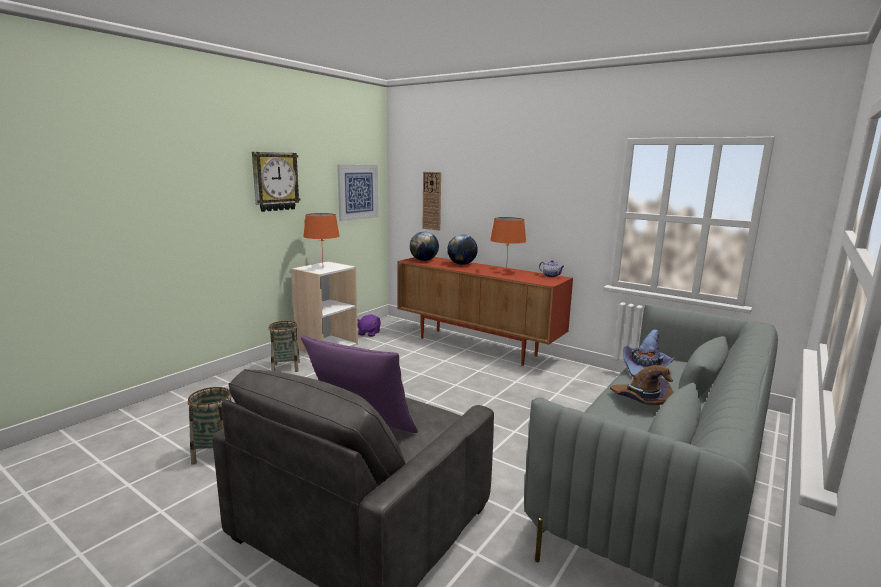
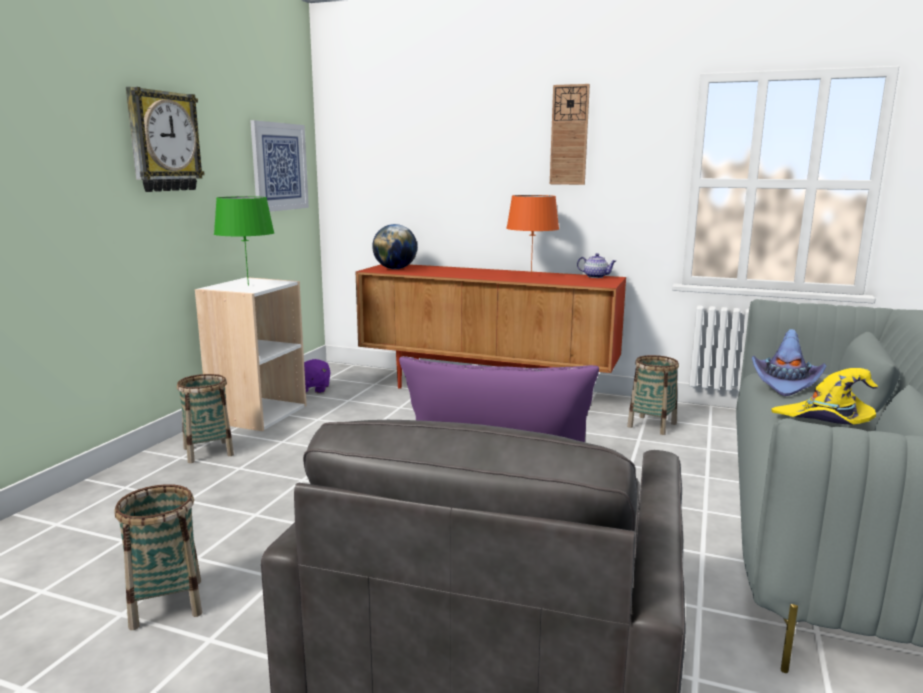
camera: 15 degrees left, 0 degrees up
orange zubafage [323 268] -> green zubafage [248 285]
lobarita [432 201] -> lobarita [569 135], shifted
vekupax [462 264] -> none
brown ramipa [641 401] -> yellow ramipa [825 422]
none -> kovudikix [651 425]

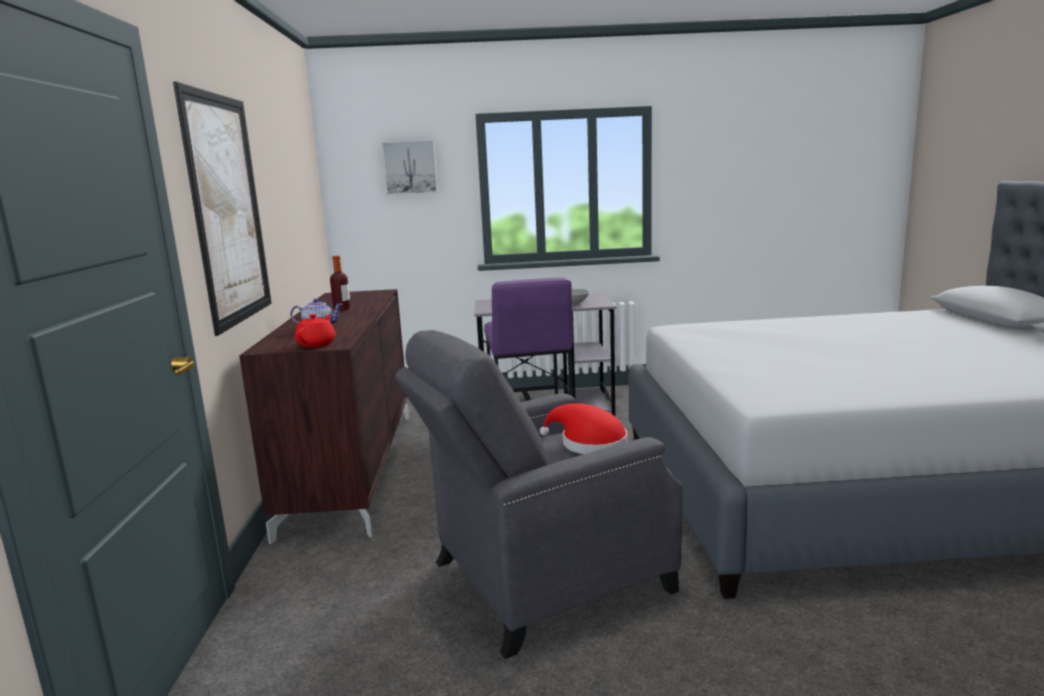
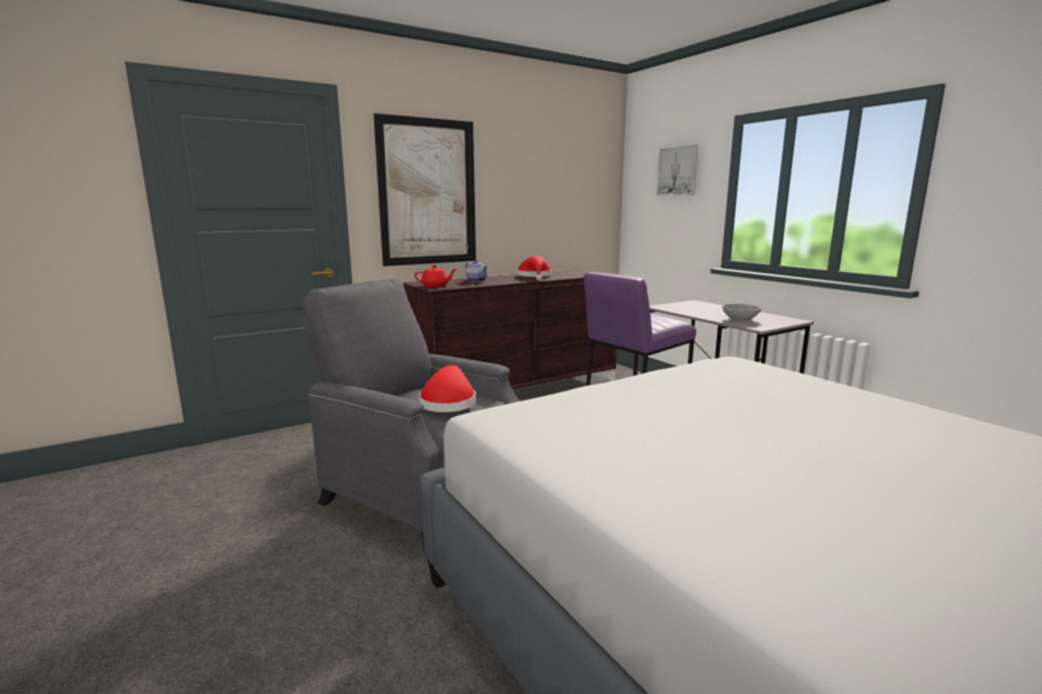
camera: 60 degrees right, 0 degrees up
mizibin [342 309] -> red ramipa [535 276]

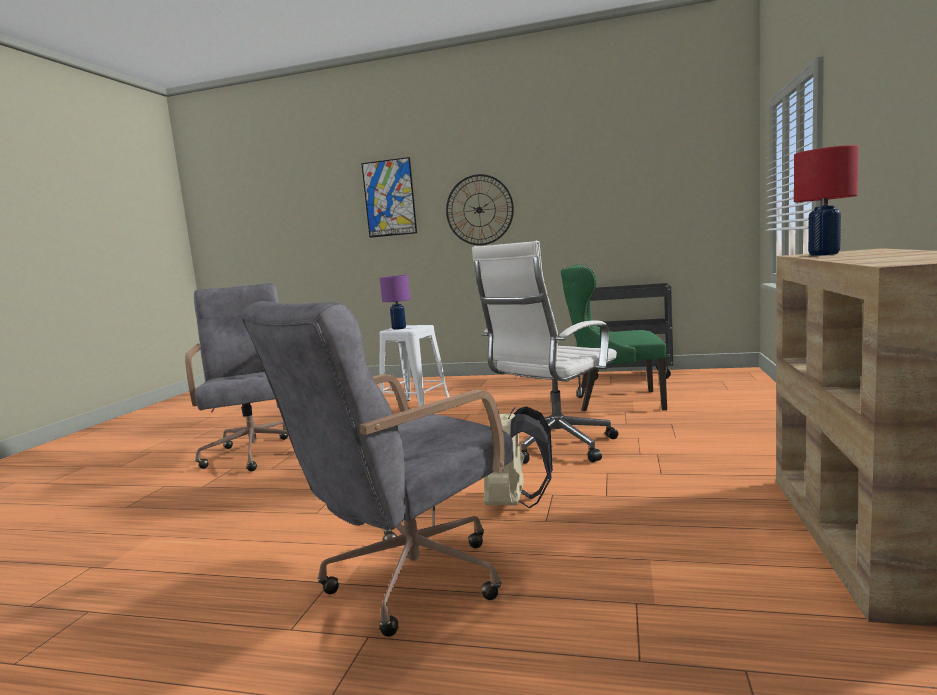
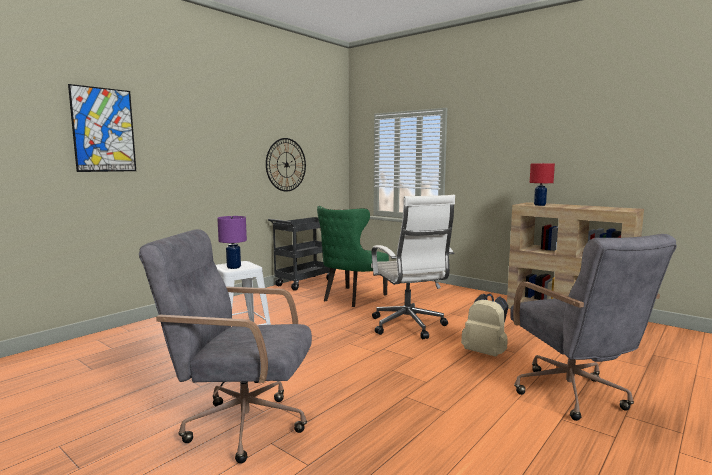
camera: 65 degrees left, 0 degrees up
lobarita [479 210] -> lobarita [286 164], shifted

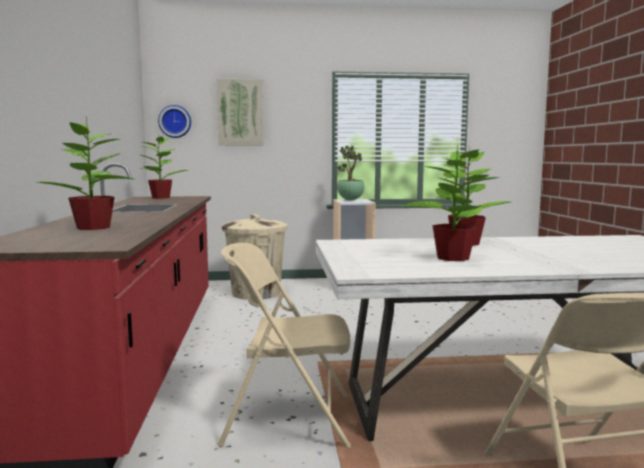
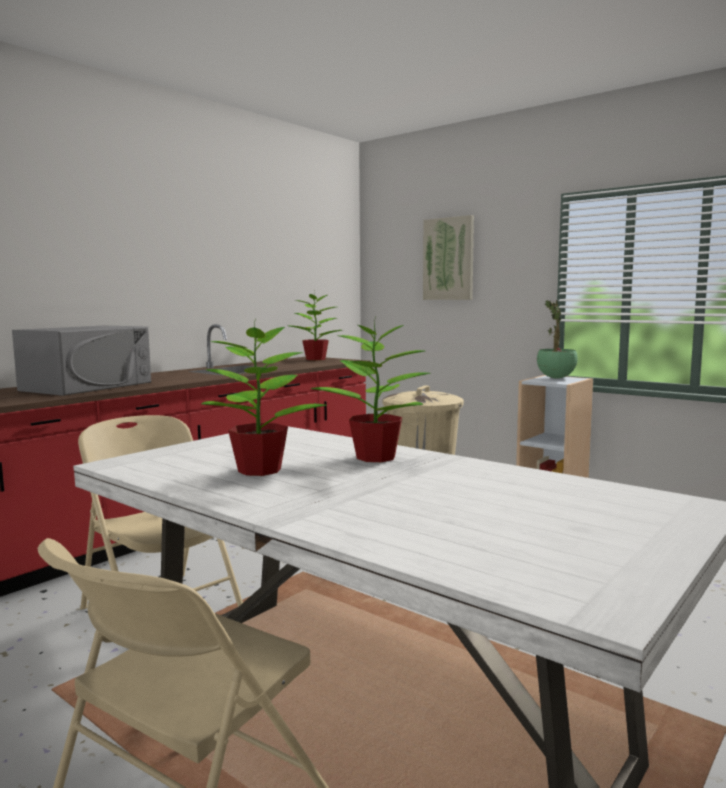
camera: 45 degrees right, 0 degrees up
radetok [93 228] -> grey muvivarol [87 386]
lobarita [175 121] -> none

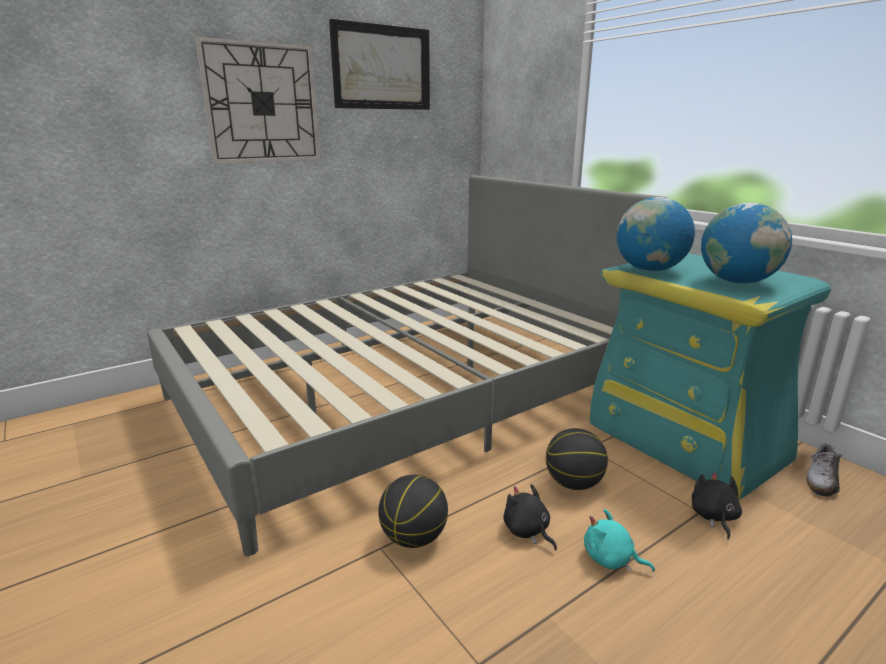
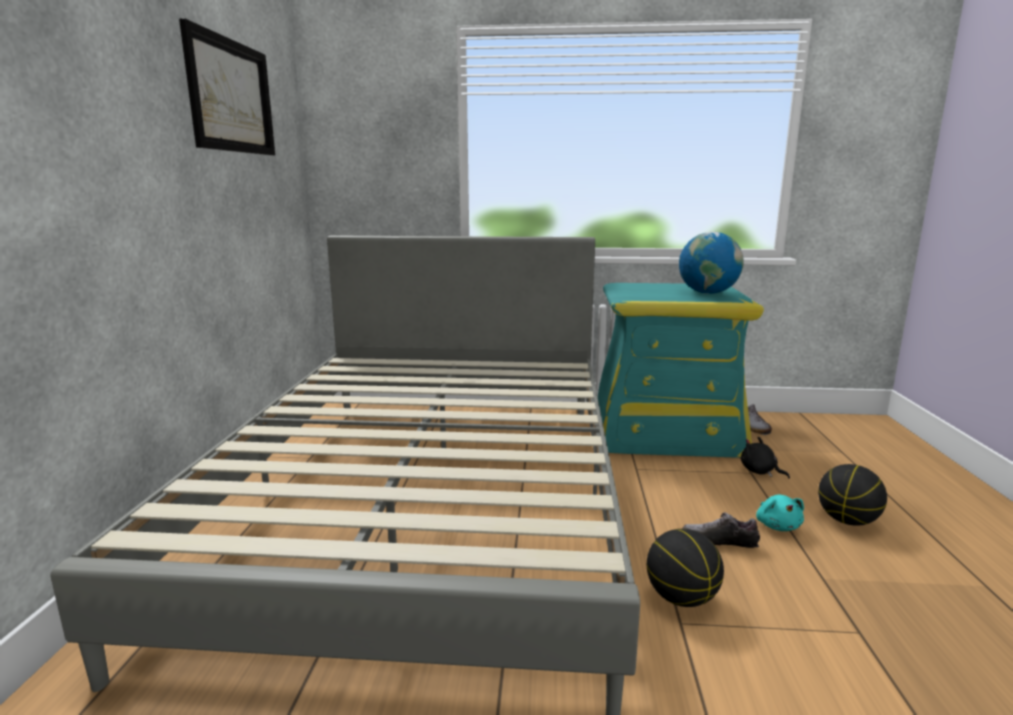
camera: 50 degrees left, 5 degrees down
lobarita [262 103] -> none
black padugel [527 531] -> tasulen [718 541]
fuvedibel [574 484] -> fuvedibel [847 521], shifted
turquoise padugel [611 559] -> turquoise padugel [777 525], 75 degrees counterclockwise
vekupax [649 270] -> none

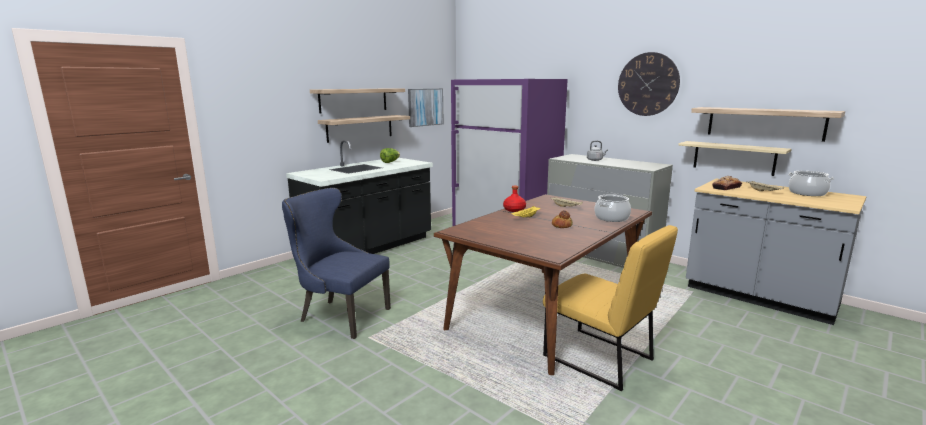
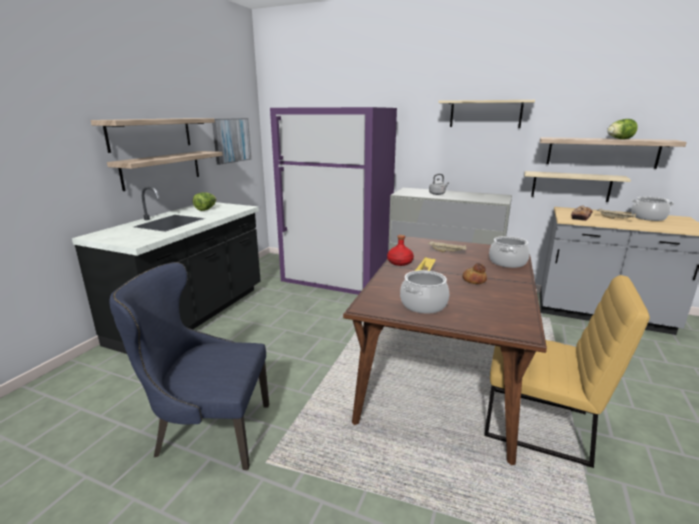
camera: 20 degrees left, 5 degrees up
lobarita [648 84] -> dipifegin [485 114]
none -> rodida [423 305]
none -> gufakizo [619 139]

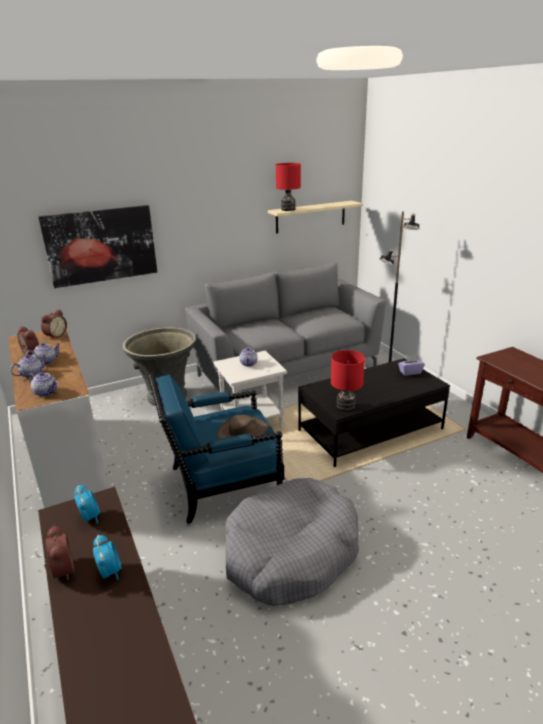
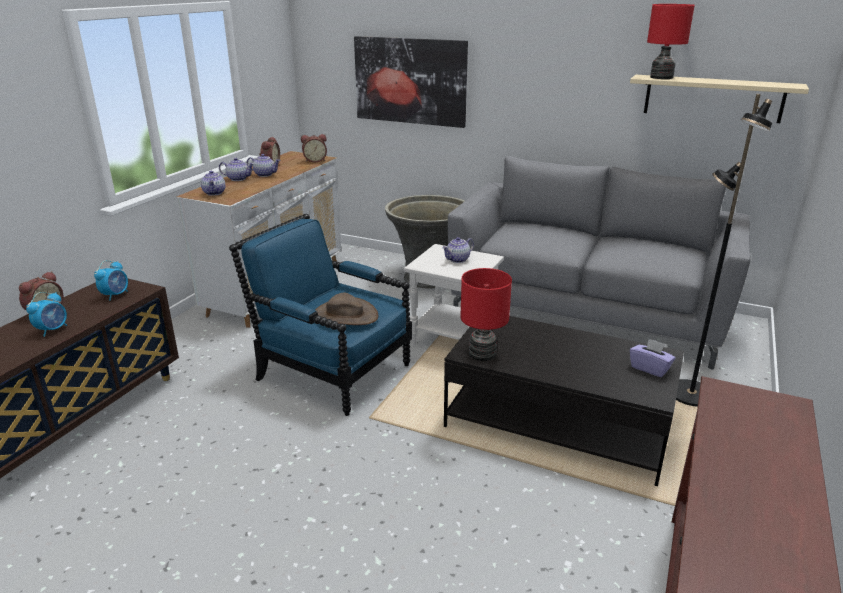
camera: 50 degrees right, 0 degrees up
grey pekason [291 552] -> none

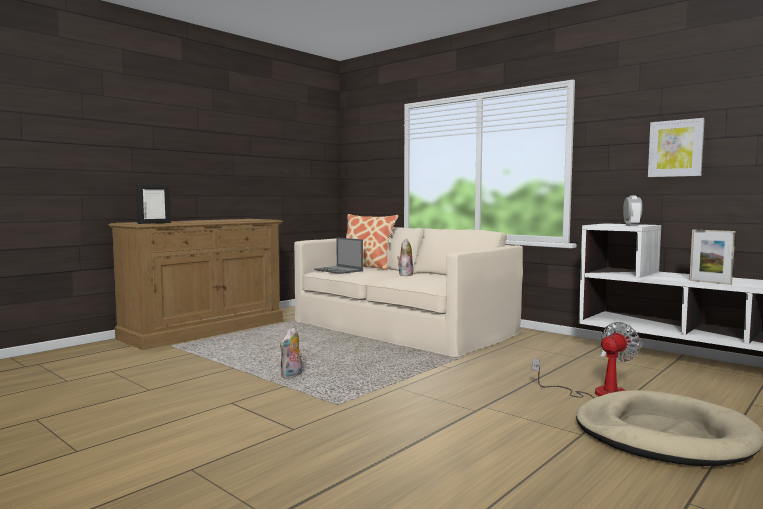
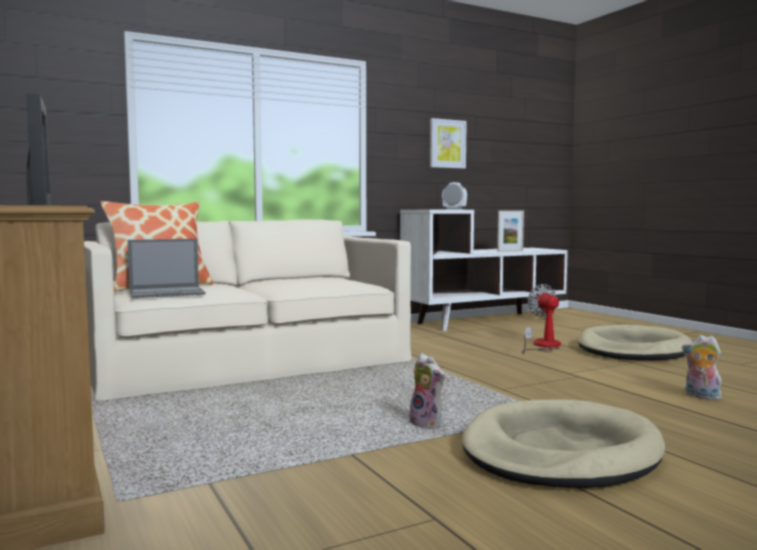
camera: 70 degrees left, 0 degrees up
padugel [405 275] -> padugel [701 397], shifted
none -> beige pekason [559 452]

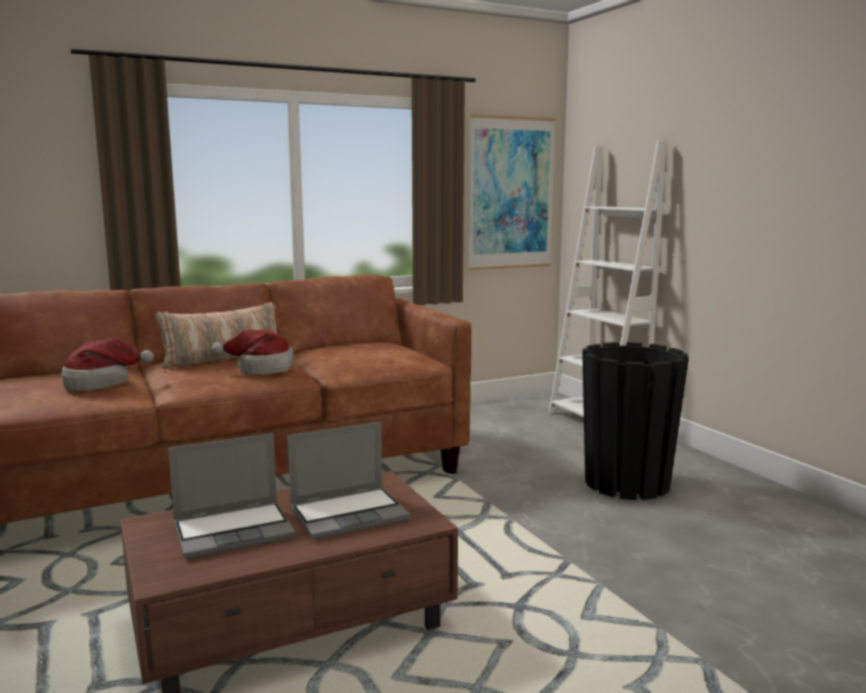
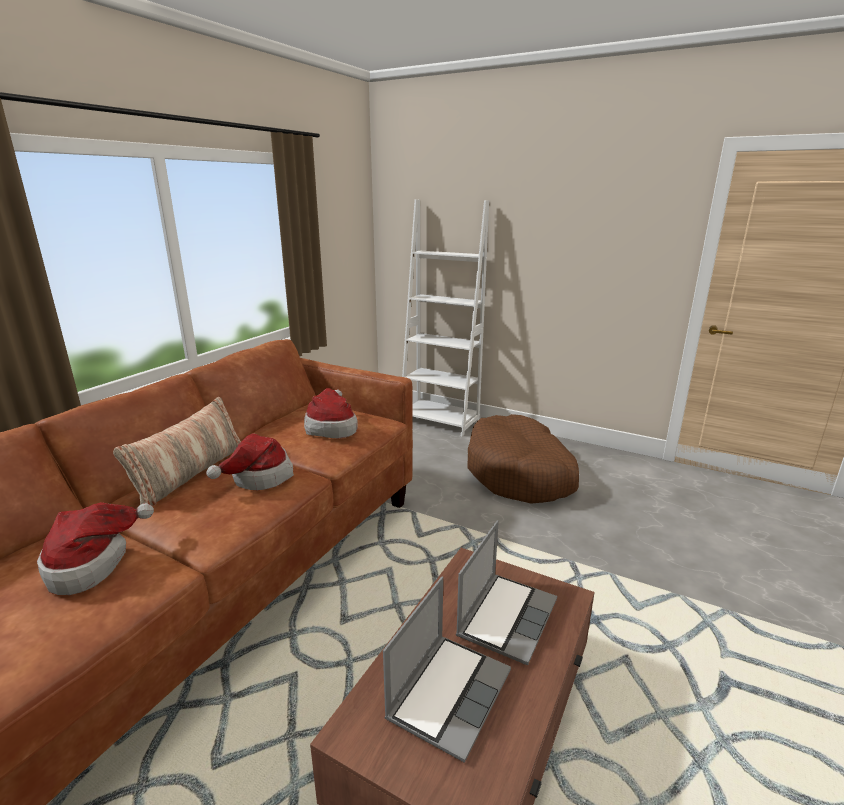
camera: 35 degrees left, 10 degrees up
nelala [510 193] -> none
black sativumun [626 483] -> brown pekason [520 473]
none -> ramipa [332 427]

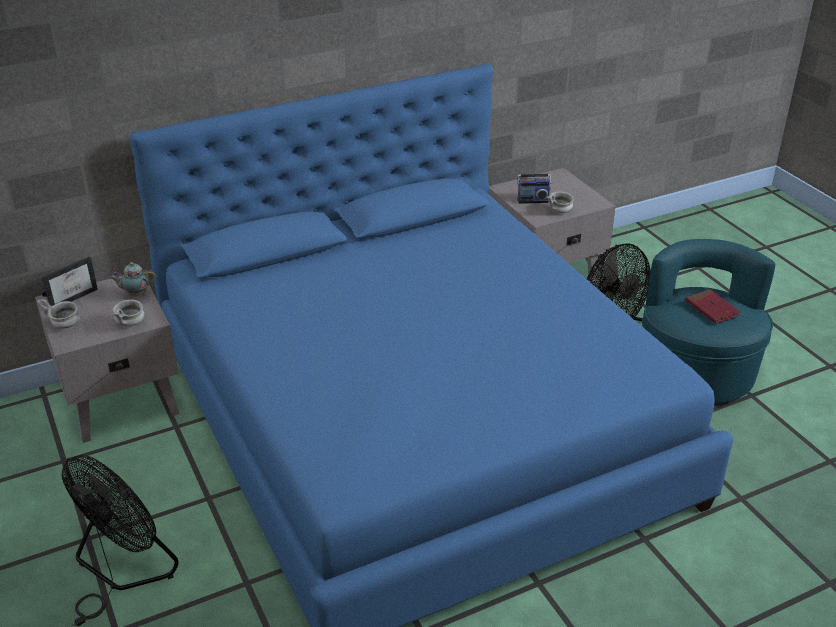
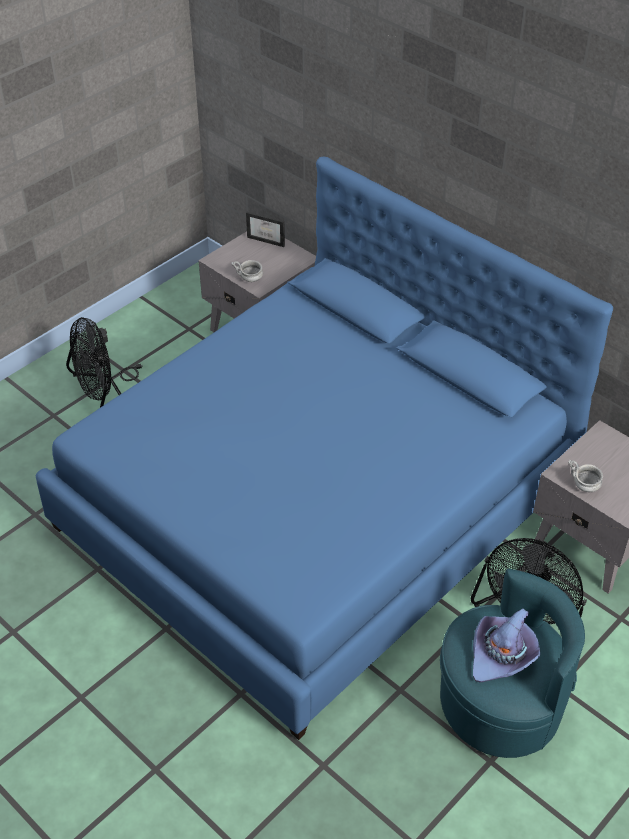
camera: 70 degrees right, 10 degrees up
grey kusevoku [65 325] -> none
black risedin [114 566] -> black risedin [104 393], 135 degrees clockwise
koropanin [136 294] -> none
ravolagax [532 199] -> none
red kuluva [712 309] -> purple ramipa [502 654]

